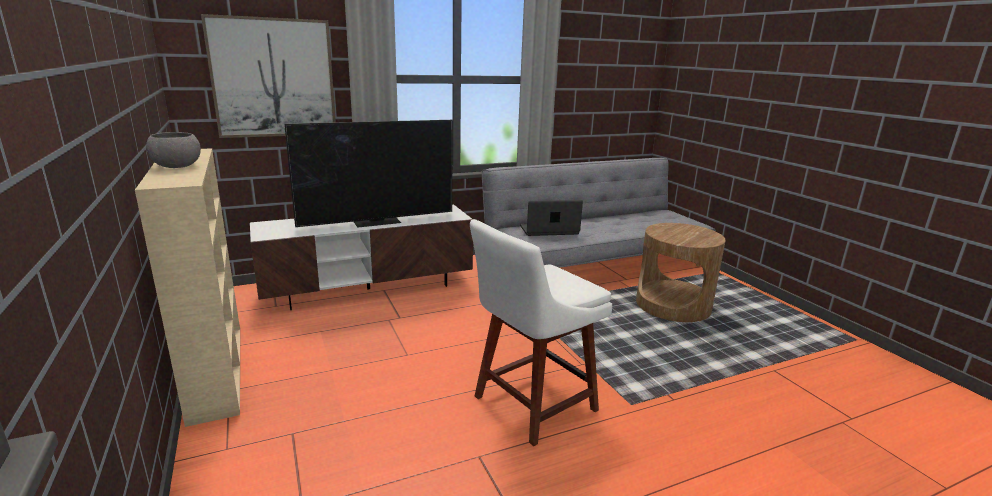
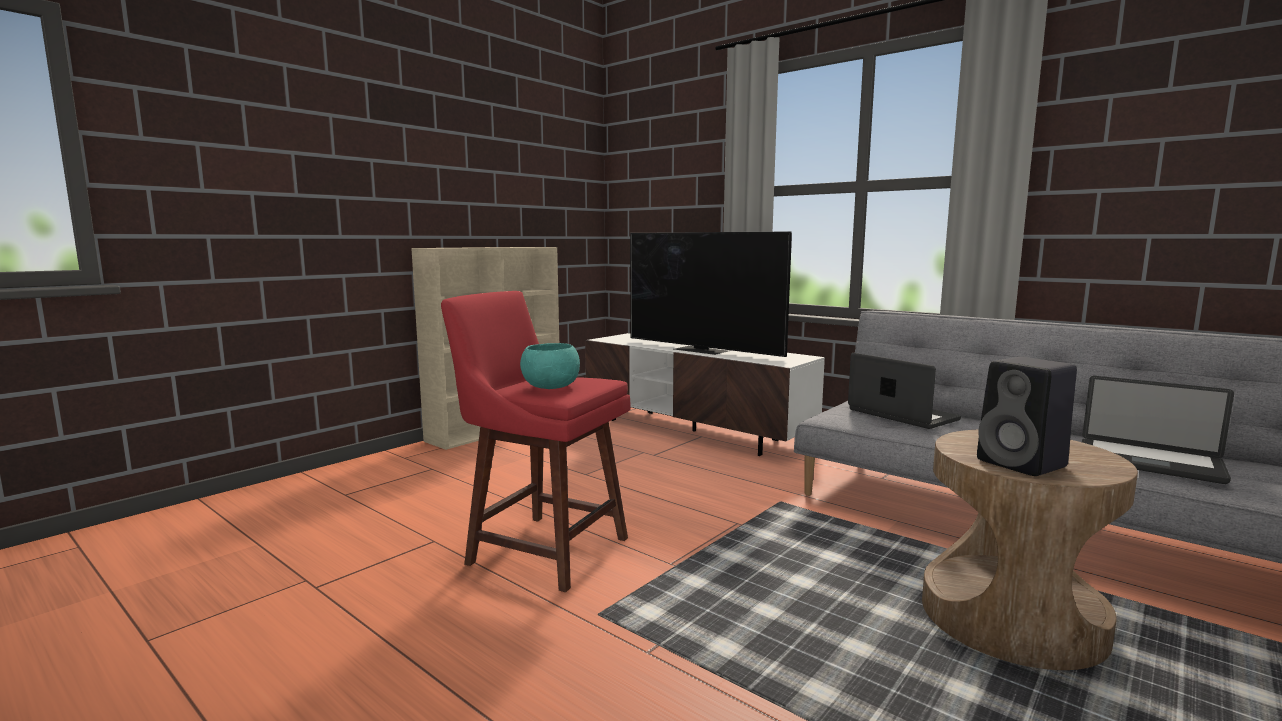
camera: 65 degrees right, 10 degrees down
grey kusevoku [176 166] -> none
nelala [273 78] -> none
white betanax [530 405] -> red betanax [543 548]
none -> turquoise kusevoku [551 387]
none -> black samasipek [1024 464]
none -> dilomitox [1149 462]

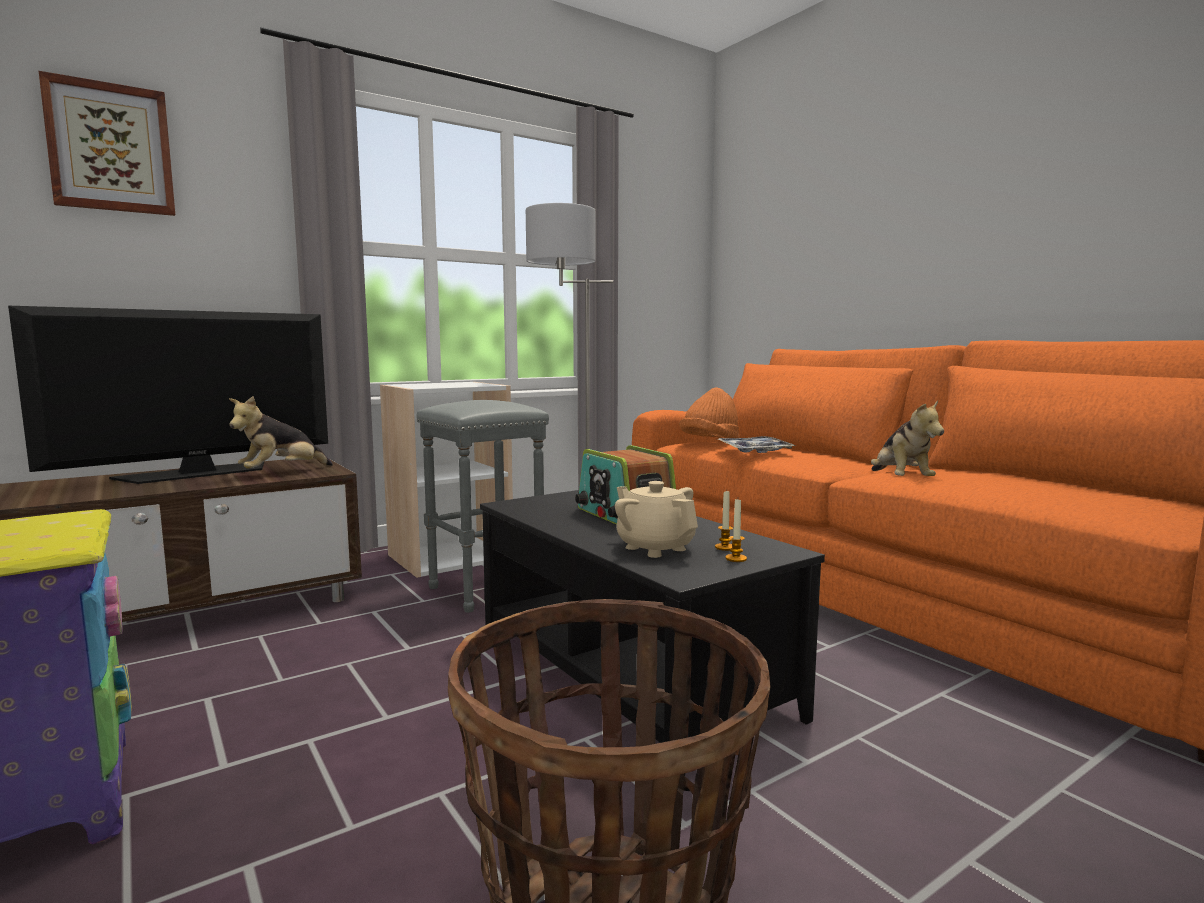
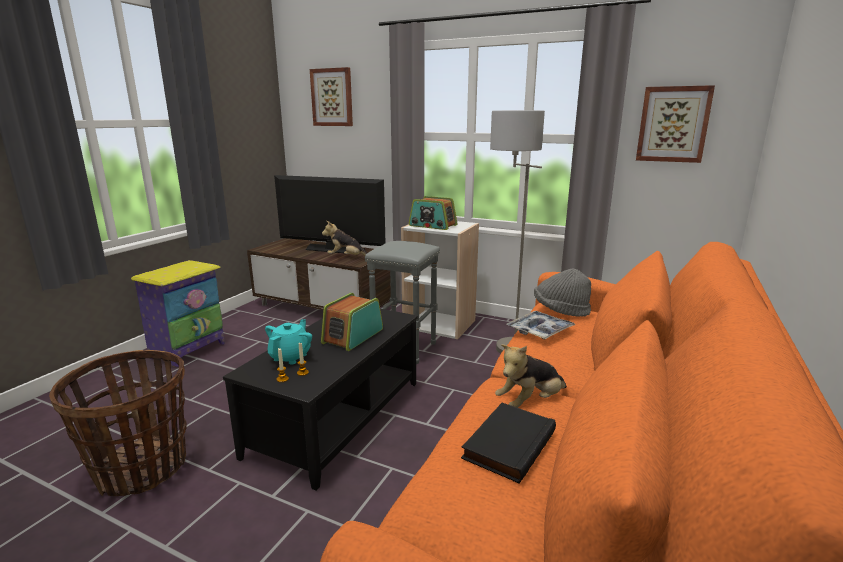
camera: 60 degrees right, 10 degrees up
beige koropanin [655 548] -> turquoise koropanin [290 356]
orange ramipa [710 442] -> grey ramipa [560 311]
none -> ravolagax [432 225]
none -> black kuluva [507 444]
none -> nelala [673 124]

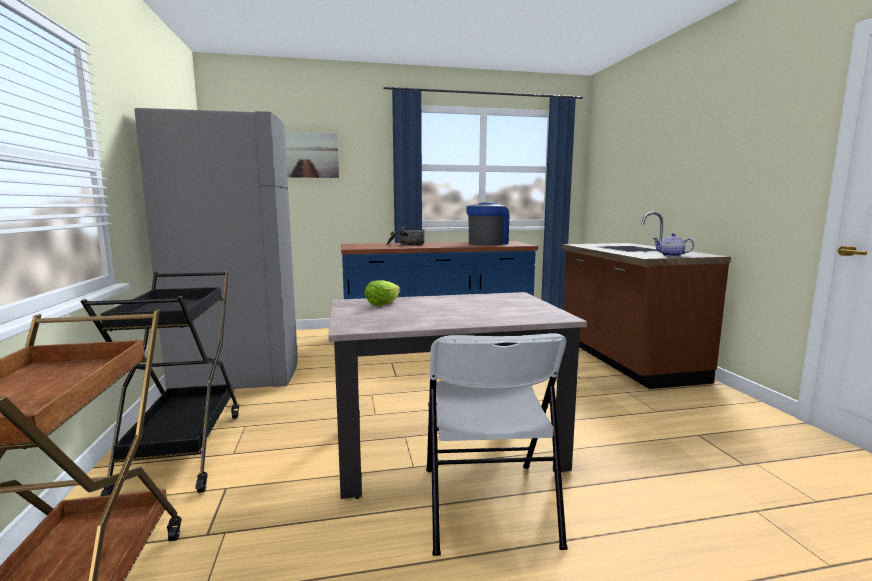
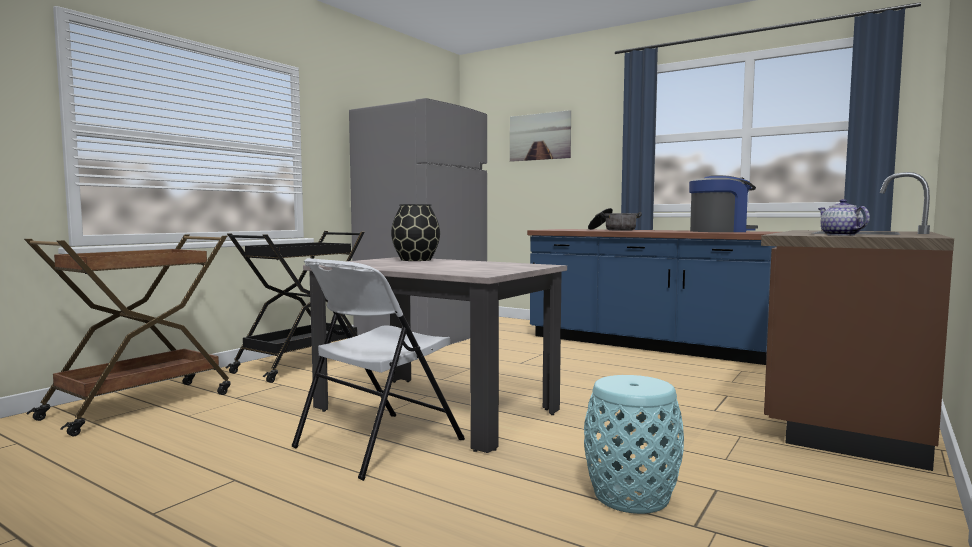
camera: 45 degrees right, 5 degrees down
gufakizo [384 303] -> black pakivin [415 260]
none -> turquoise betanax [631 496]

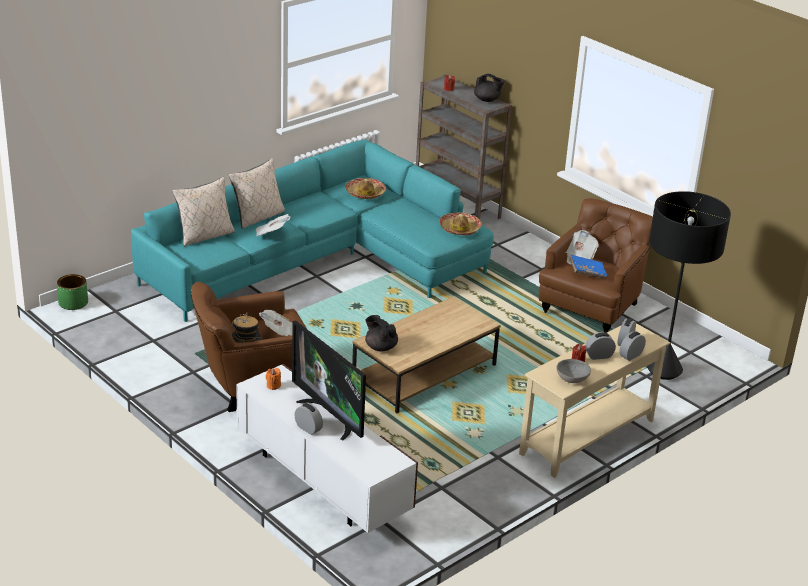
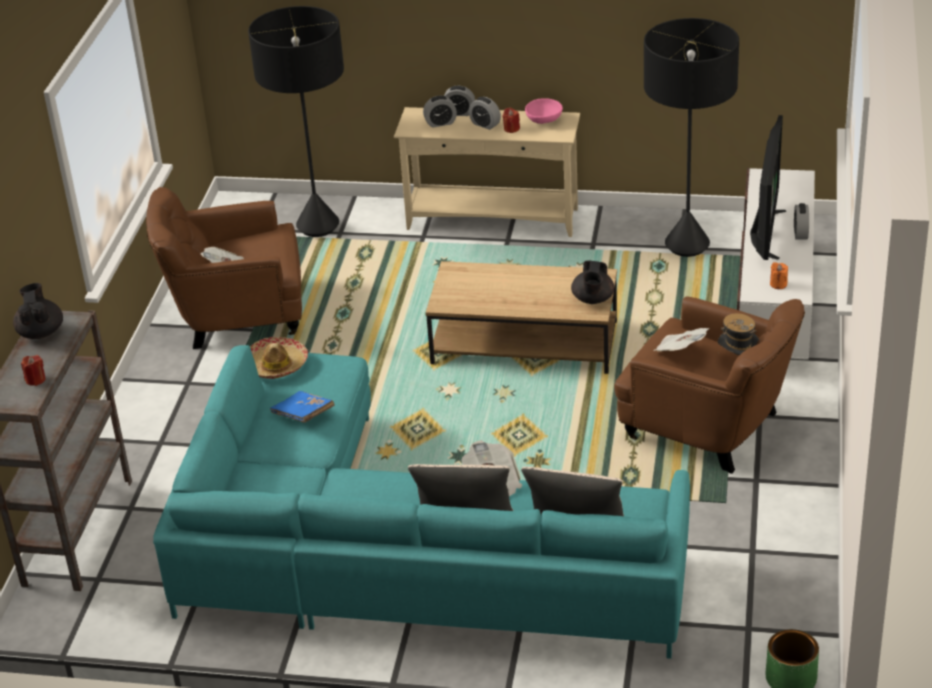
camera: 125 degrees left, 5 degrees up
ramipa [365 193] -> none
grey kusevoku [572 378] -> pink kusevoku [543 120]
blue kuluva [587 272] -> blue kuluva [303 415], shifted
none -> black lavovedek [687 247]

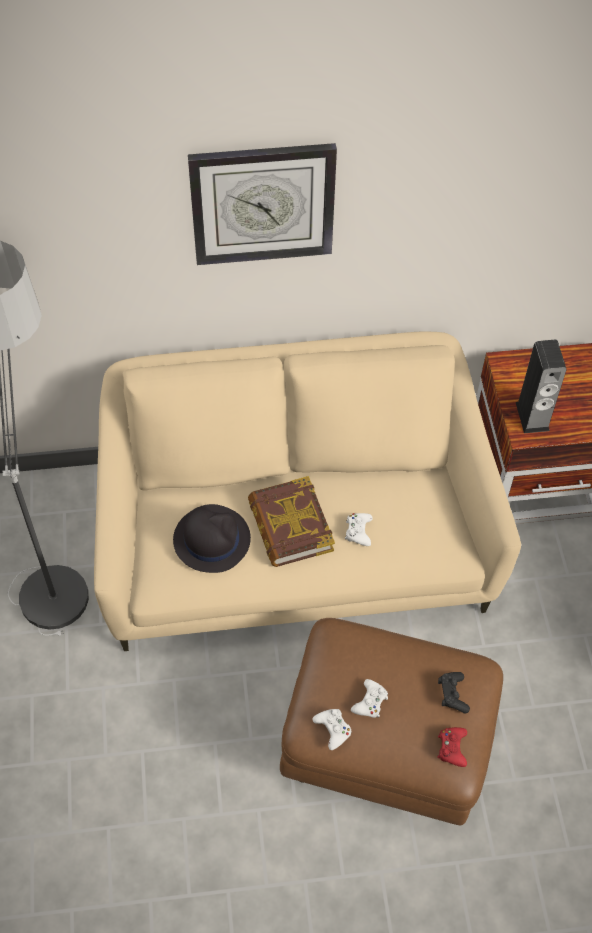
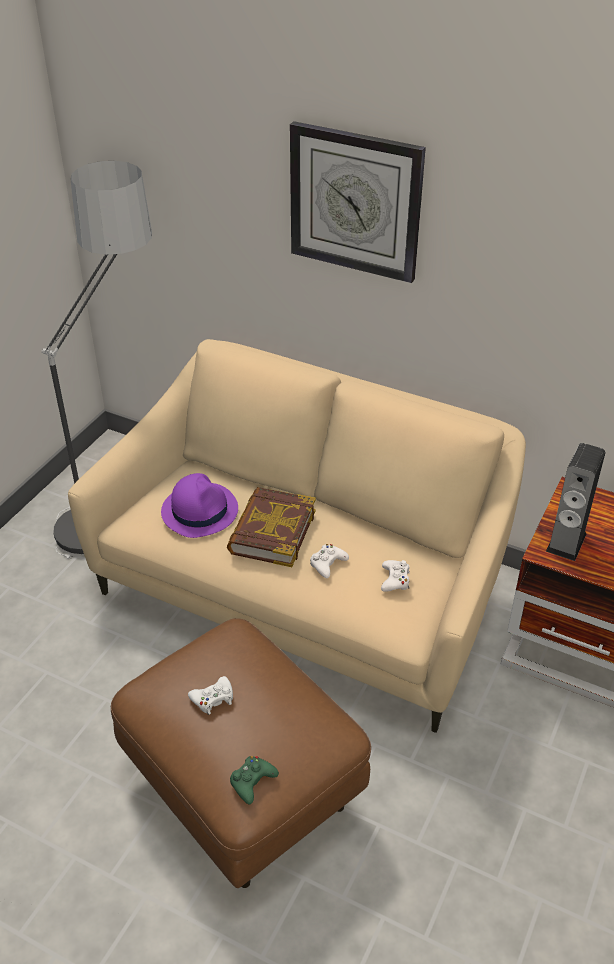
camera: 35 degrees right, 15 degrees down
black ramipa [211 539] -> purple ramipa [200 510]
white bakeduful [333 729] -> white bakeduful [395 580], shifted
red bakeduful [452 748] -> green bakeduful [252 781]
black bakeduful [452 695] -> none

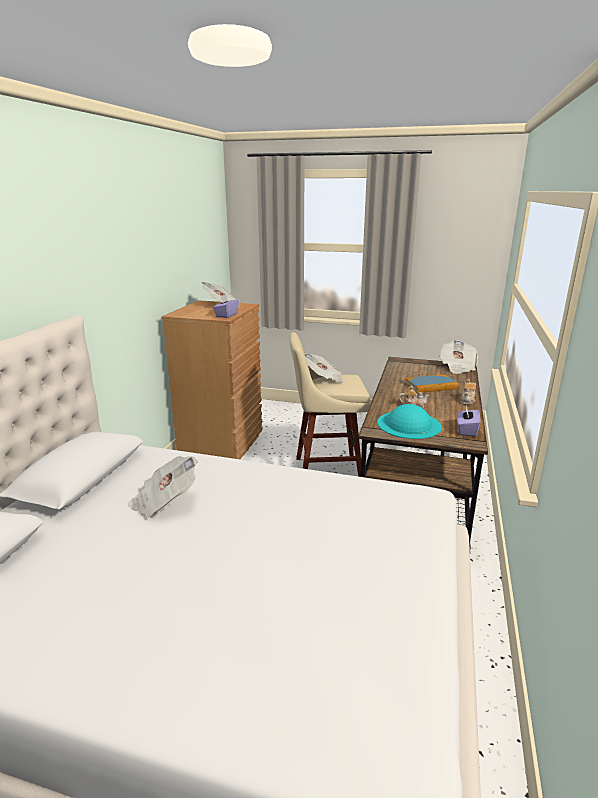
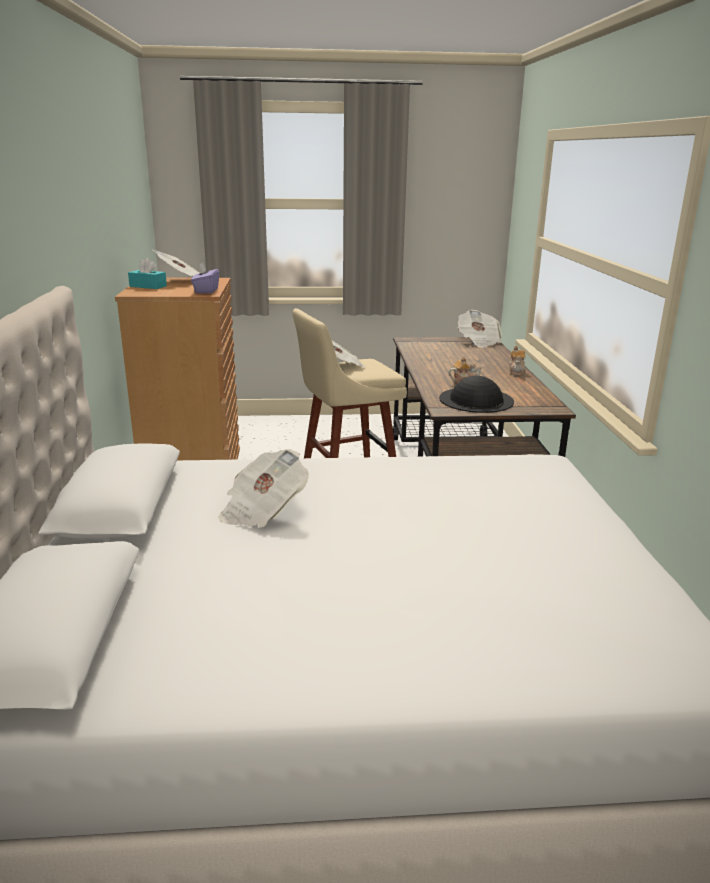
camera: 20 degrees left, 0 degrees up
turquoise ramipa [409 424] -> black ramipa [476 400]
kuluva [431 386] -> none
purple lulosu [466 430] -> none
none -> turquoise lulosu [148 286]

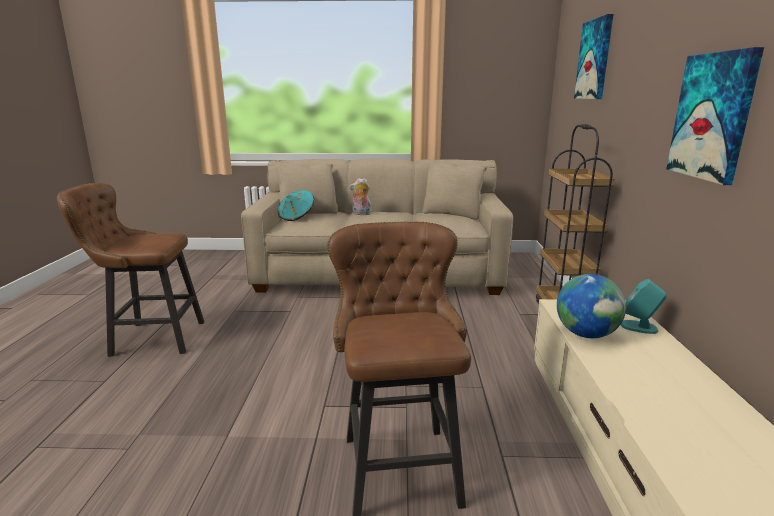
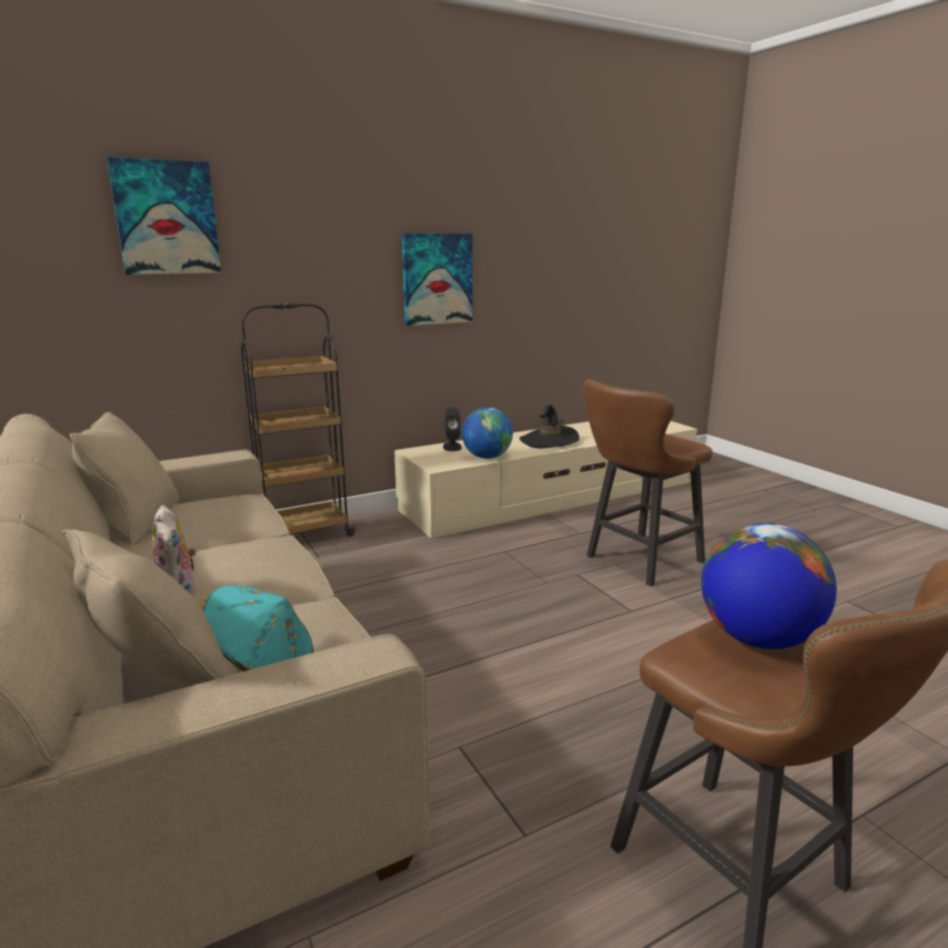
camera: 120 degrees left, 0 degrees up
turquoise samasipek [639 327] -> black samasipek [452 447]
none -> black ramipa [549 441]
none -> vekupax [758 638]

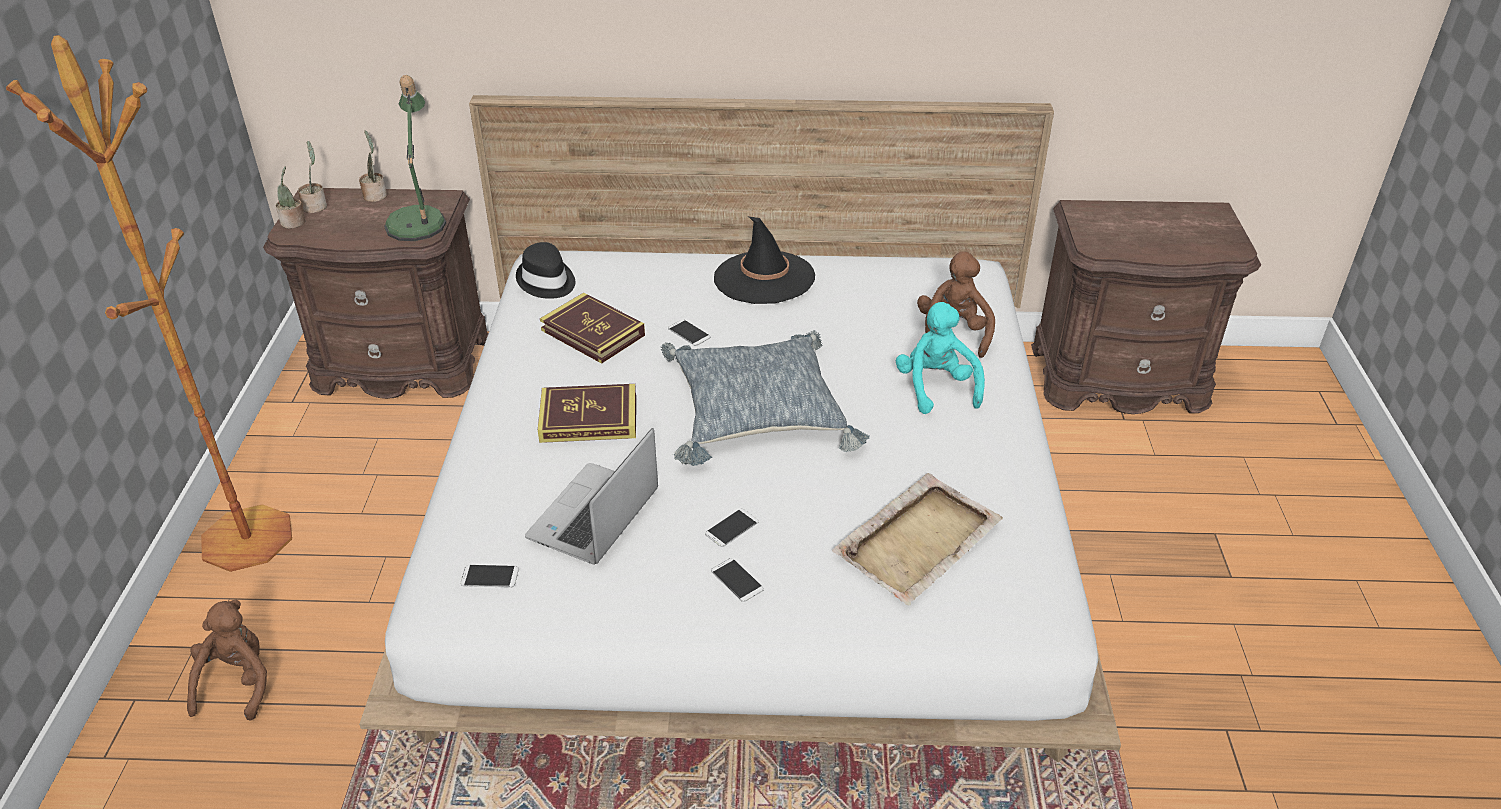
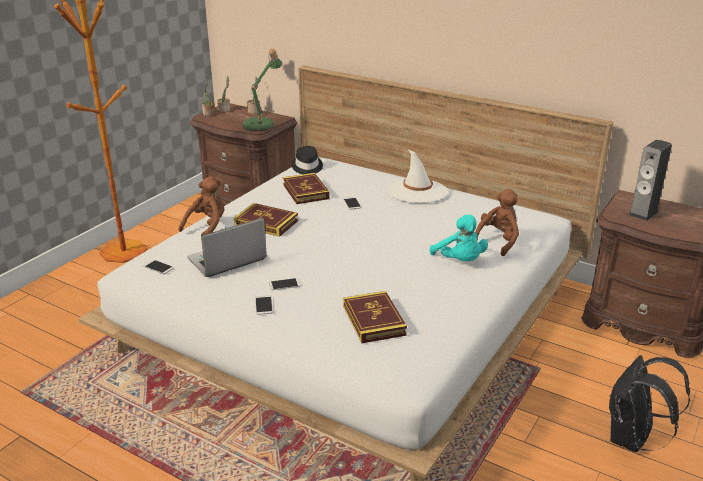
camera: 30 degrees right, 10 degrees down
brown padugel [237 683] -> brown padugel [207 227], shifted
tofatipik [756 405] -> none
black ramipa [764 278] -> white ramipa [417 191]
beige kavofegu [919 540] -> kuluva [374 320]
turquoise padugel [936 387] -> turquoise padugel [460 261], 135 degrees clockwise
none -> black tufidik [632 439]
none -> samasipek [643 213]

